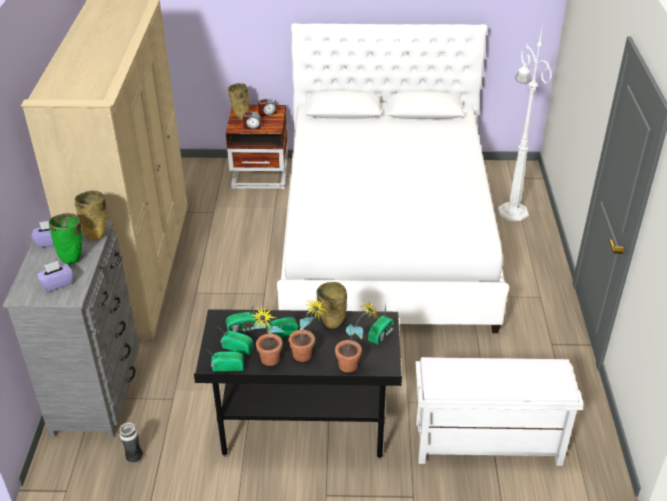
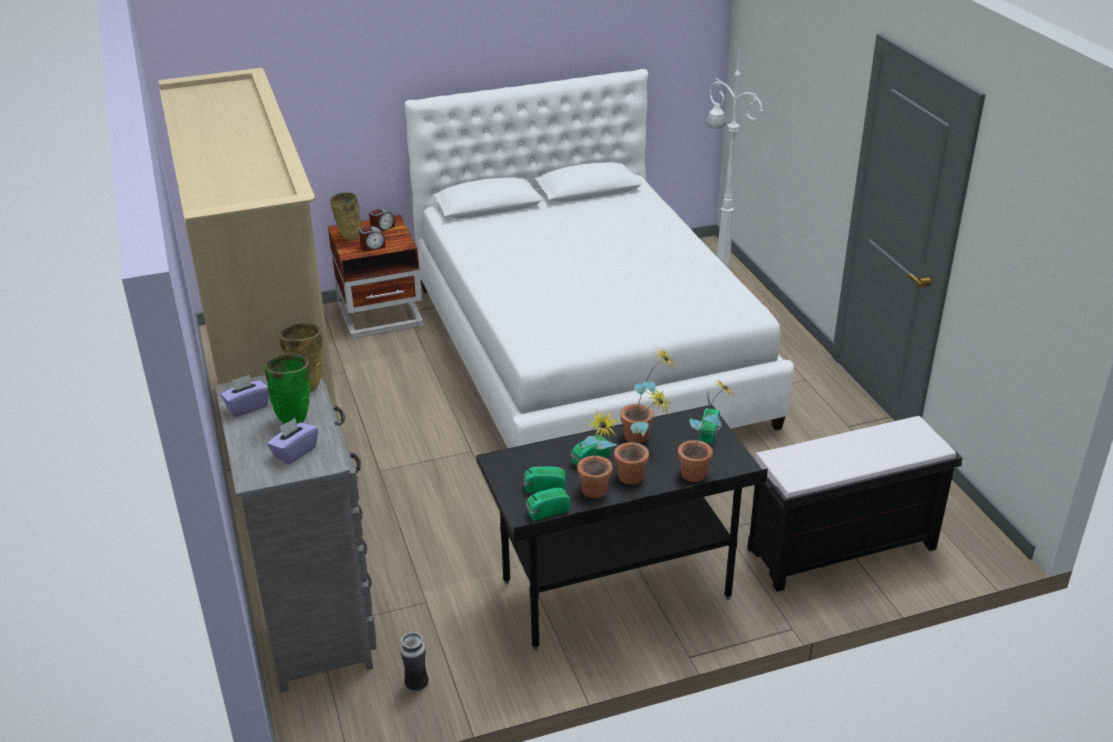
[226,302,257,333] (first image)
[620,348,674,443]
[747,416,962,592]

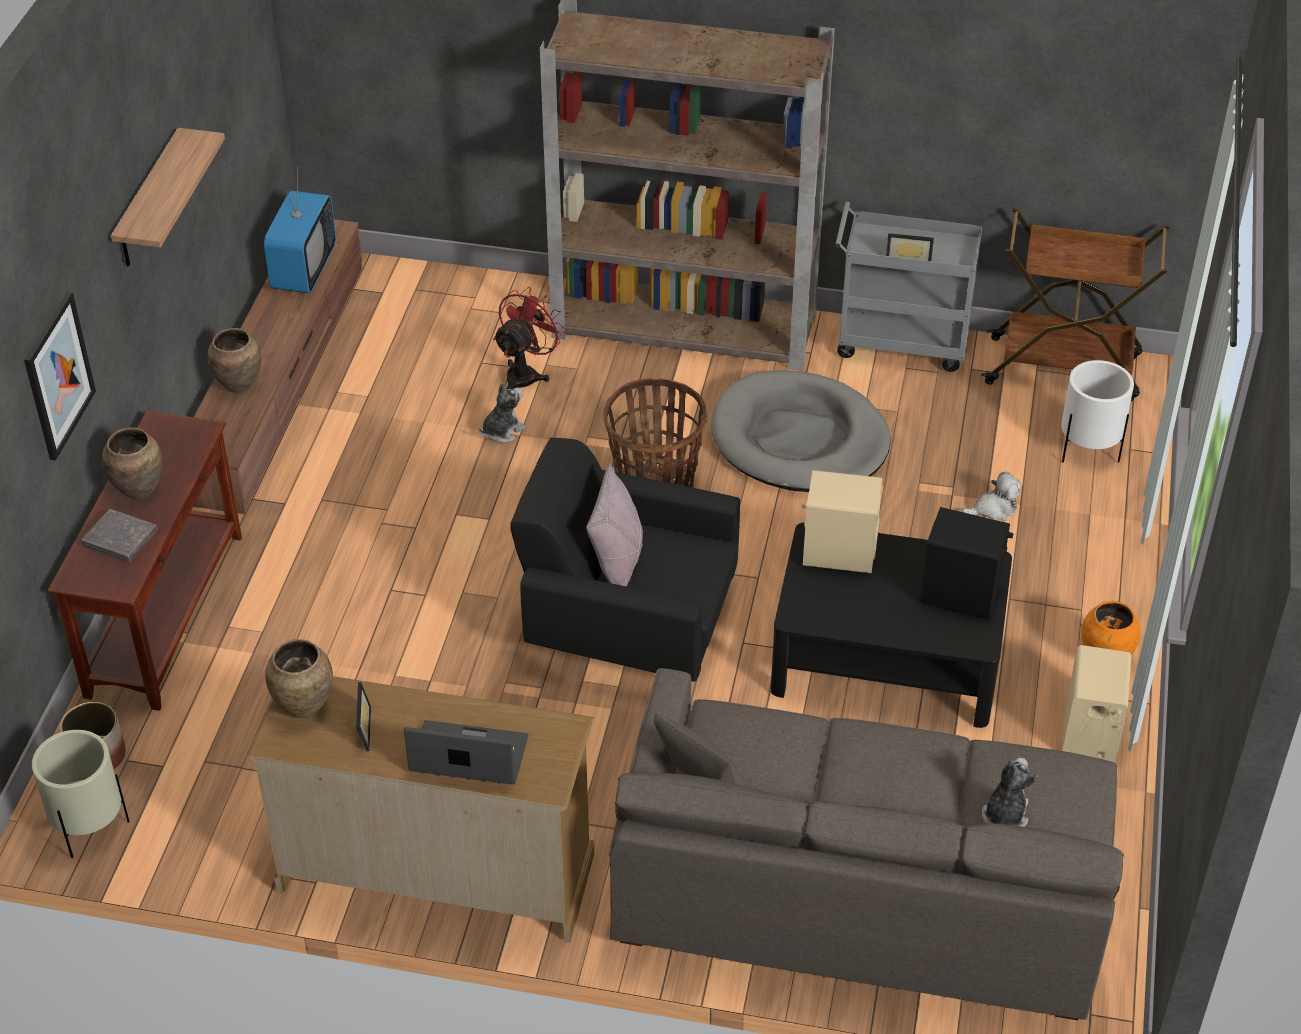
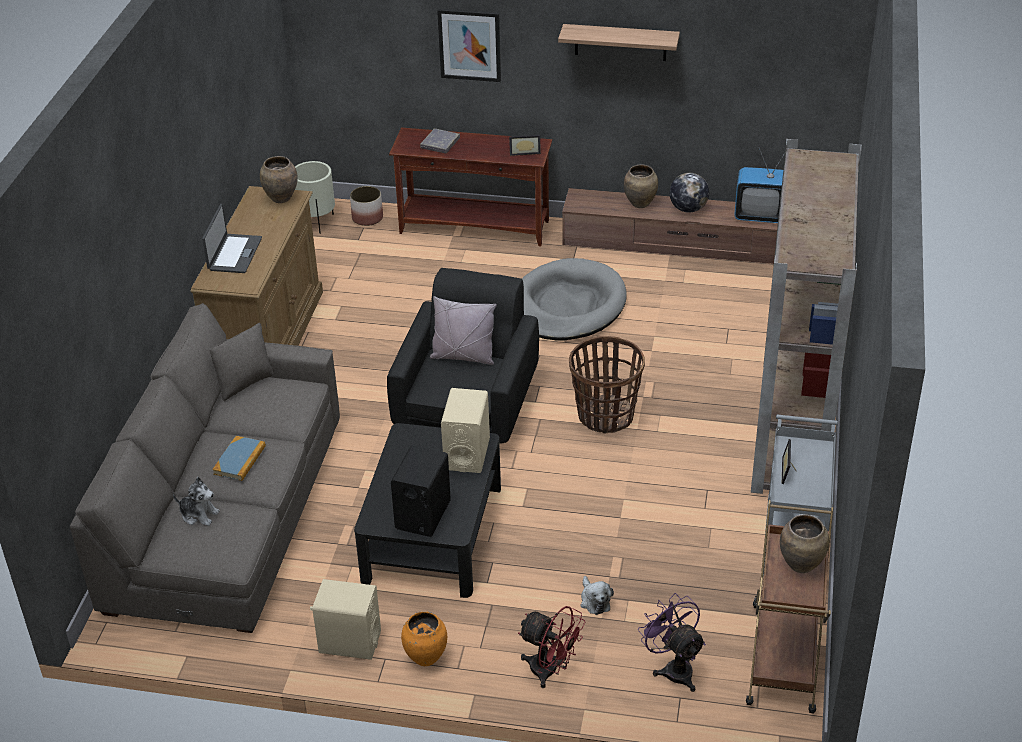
[479,383,526,443] (first image)
[212,436,266,481]
[670,173,709,213]
[780,514,829,573]
[509,135,541,156]
[518,606,585,688]
[522,258,626,340]
[638,593,706,692]

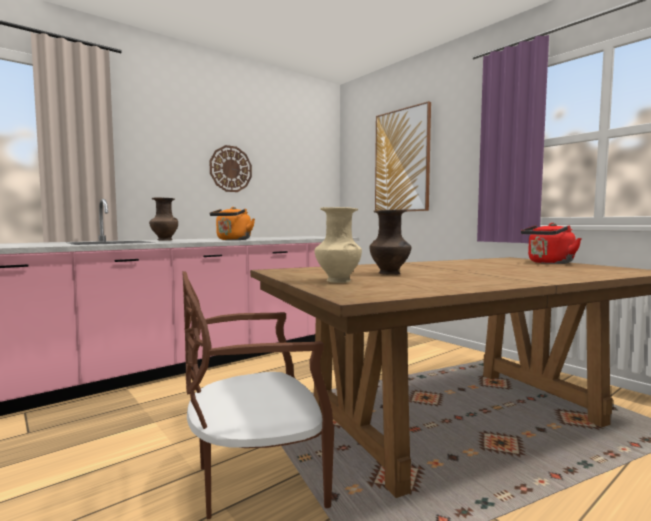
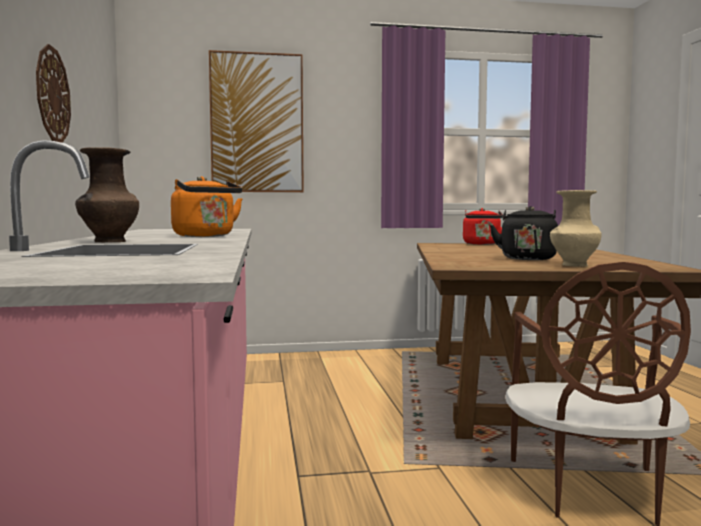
[490,206,558,260]

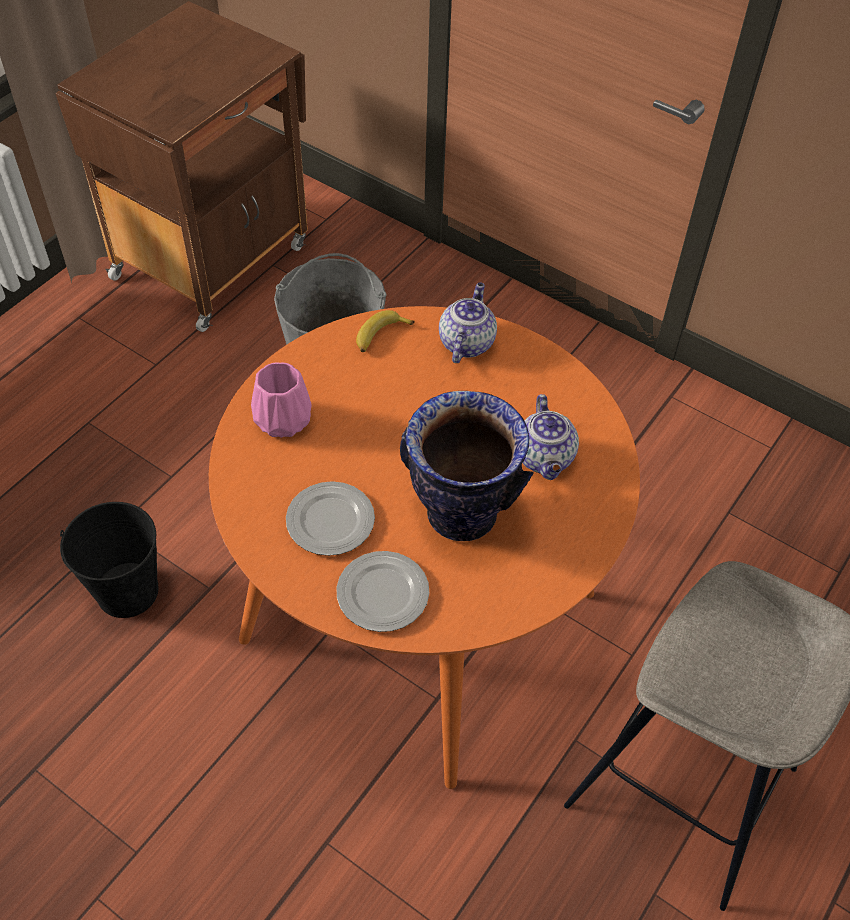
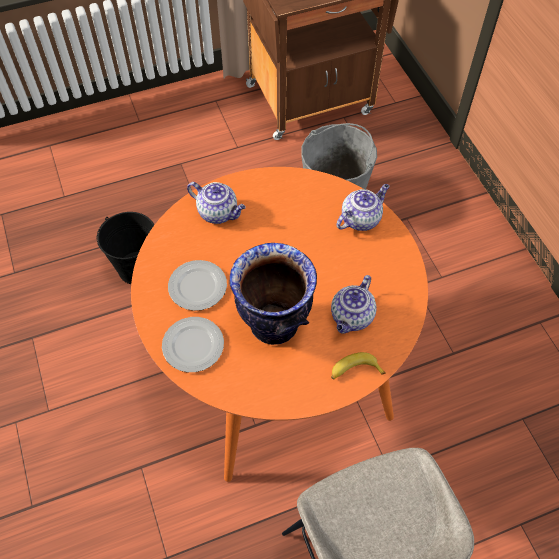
[331,352,386,379]
[187,182,246,224]

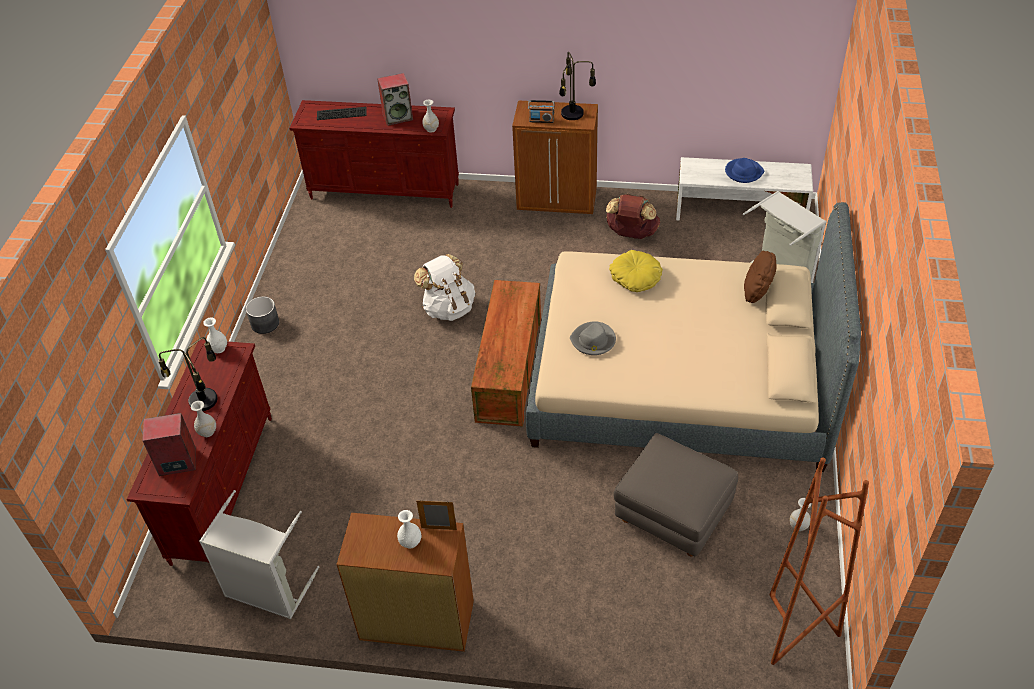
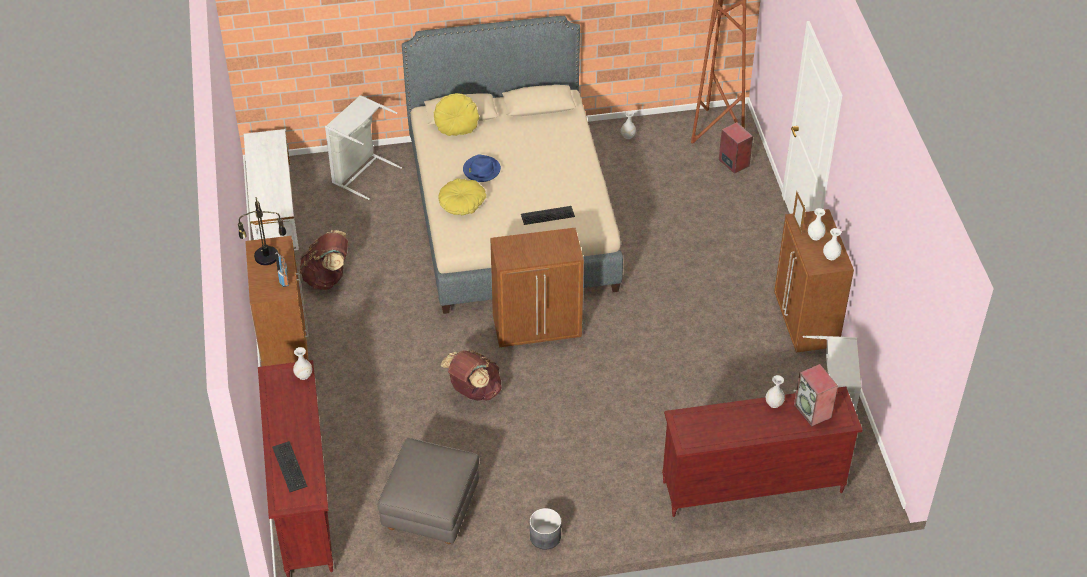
[158,337,217,411] (first image)
[823,228,841,260]
[719,122,753,174]
[377,437,479,544]
[463,154,501,182]
[490,228,584,347]
[521,206,575,225]
[441,350,502,401]
[434,93,479,136]

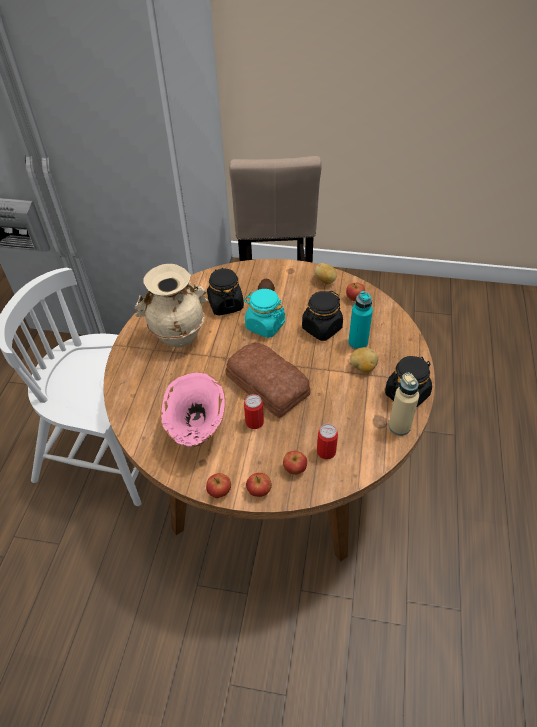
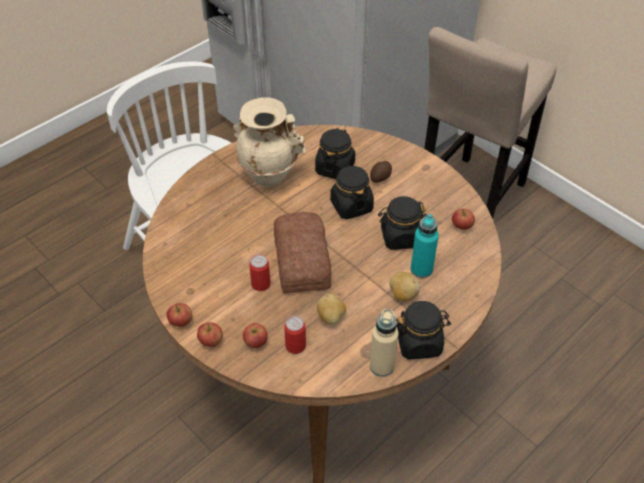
[161,372,225,447] (first image)
[317,294,346,325]
[330,165,374,219]

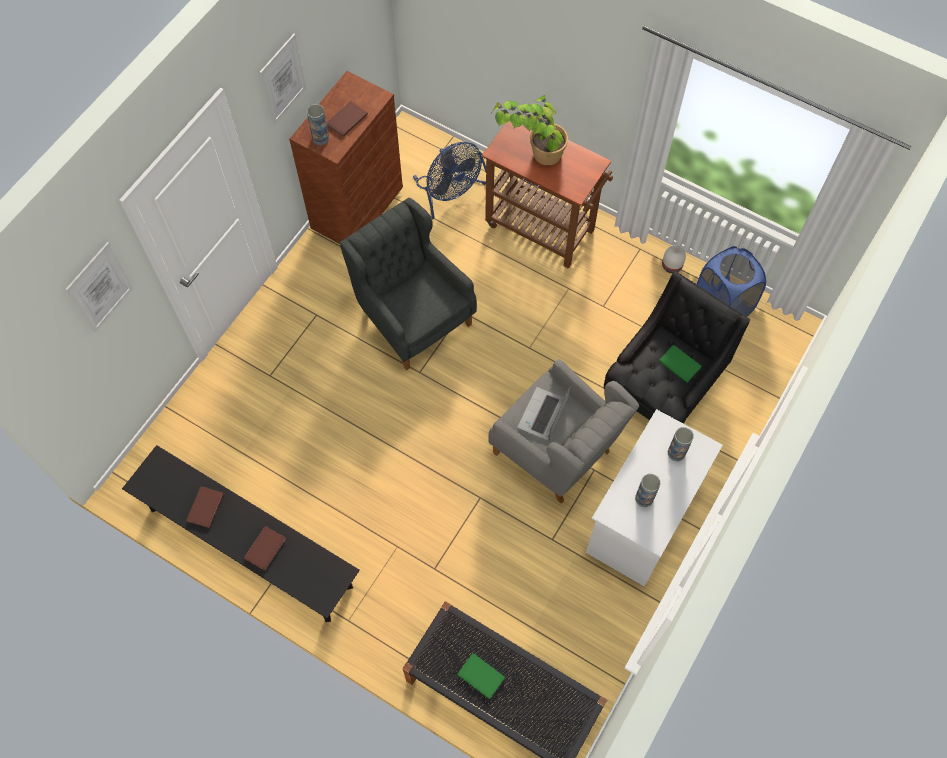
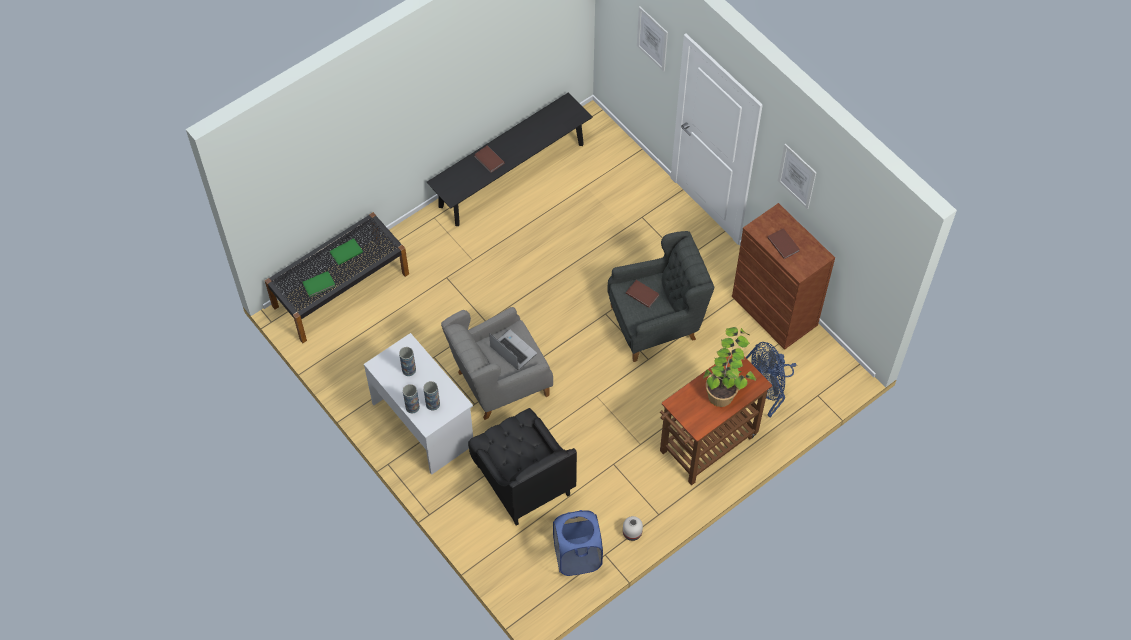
[626,280,659,308]
[403,384,420,414]
[302,271,335,297]

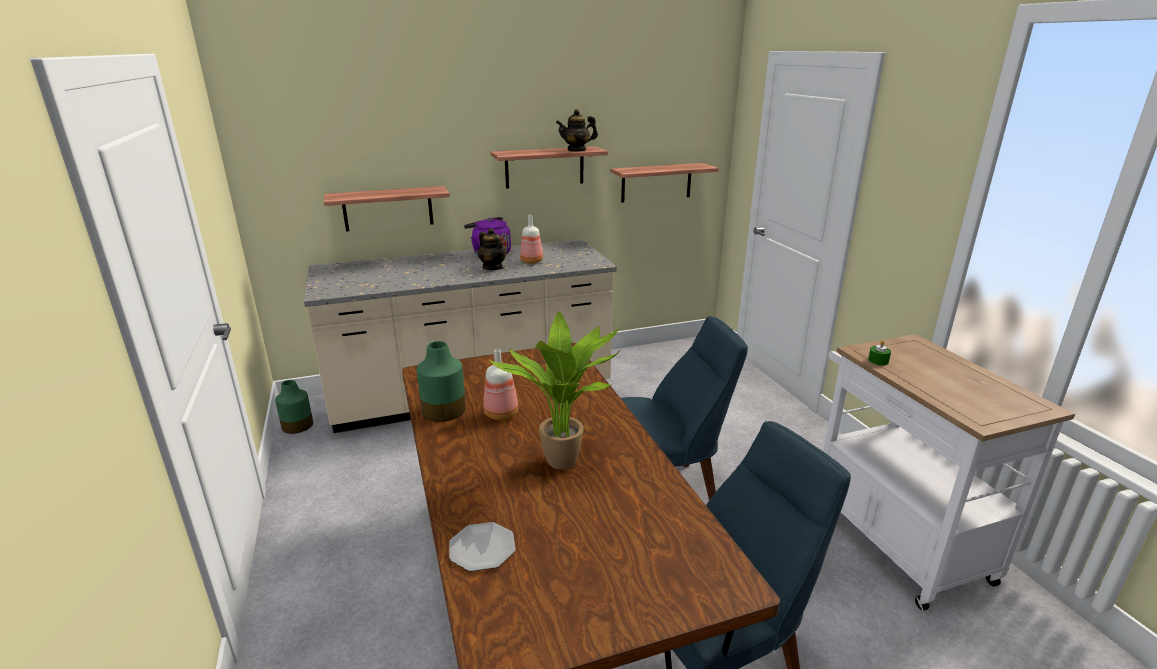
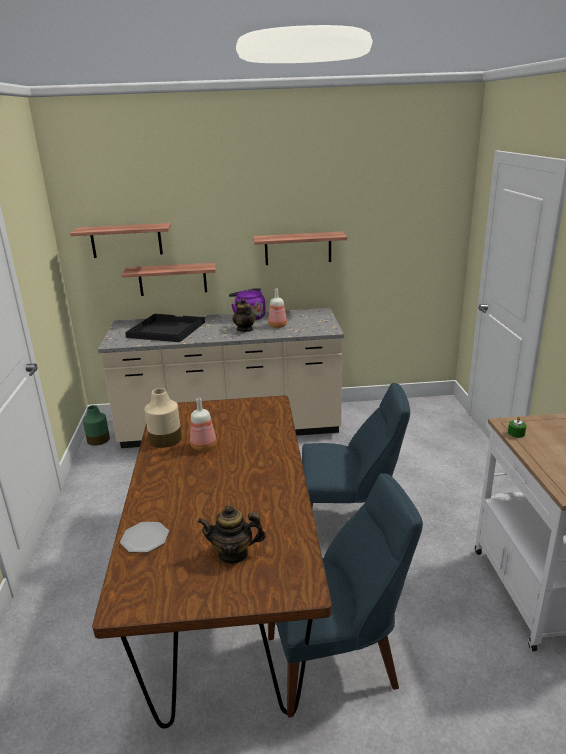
[489,311,620,470] (first image)
[125,314,205,342]
[198,505,266,564]
[70,223,171,258]
[144,388,182,448]

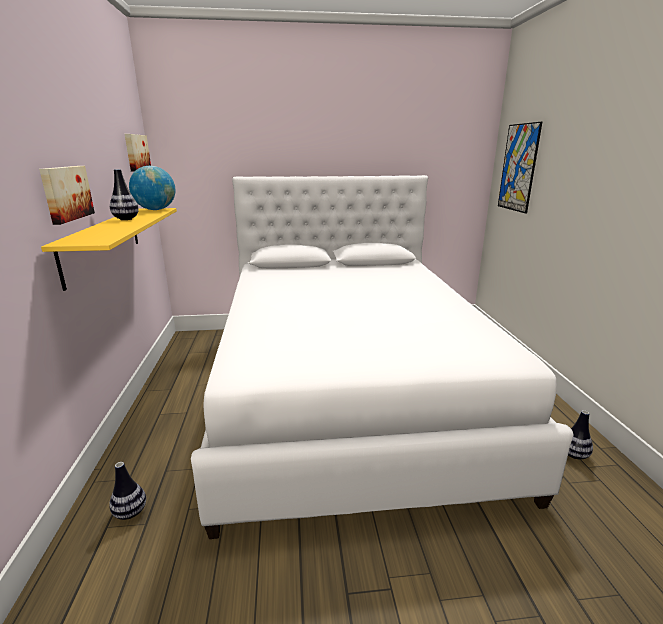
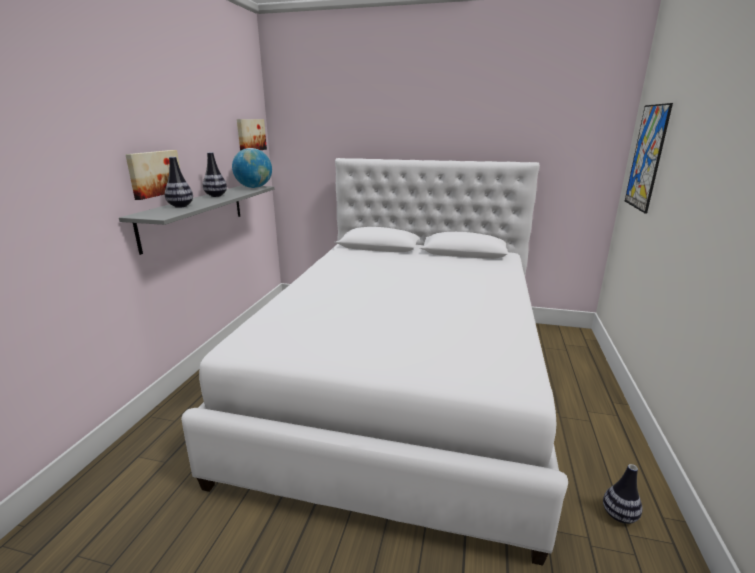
[165,157,193,208]
[119,185,274,255]

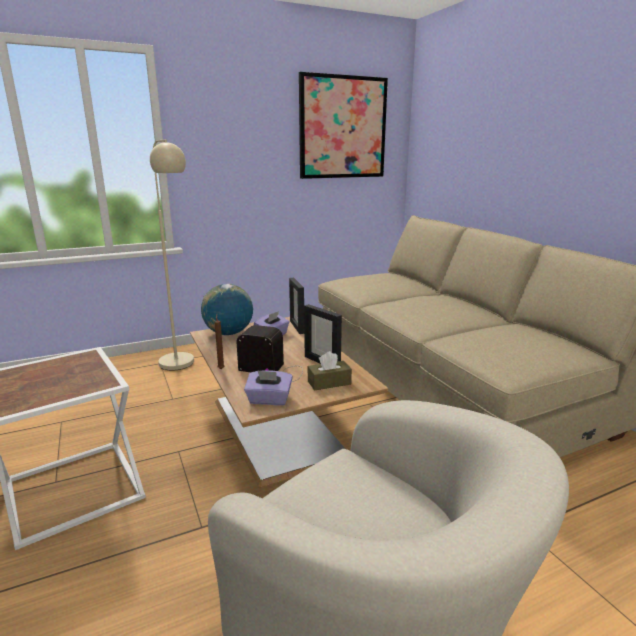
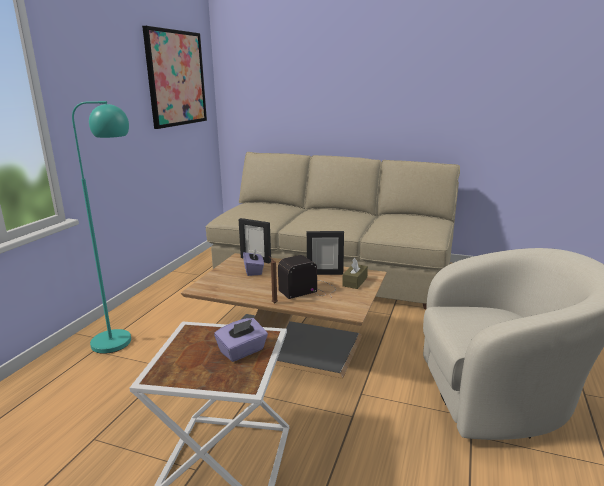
[201,284,253,335] (first image)
[214,318,268,362]
[72,101,131,354]

